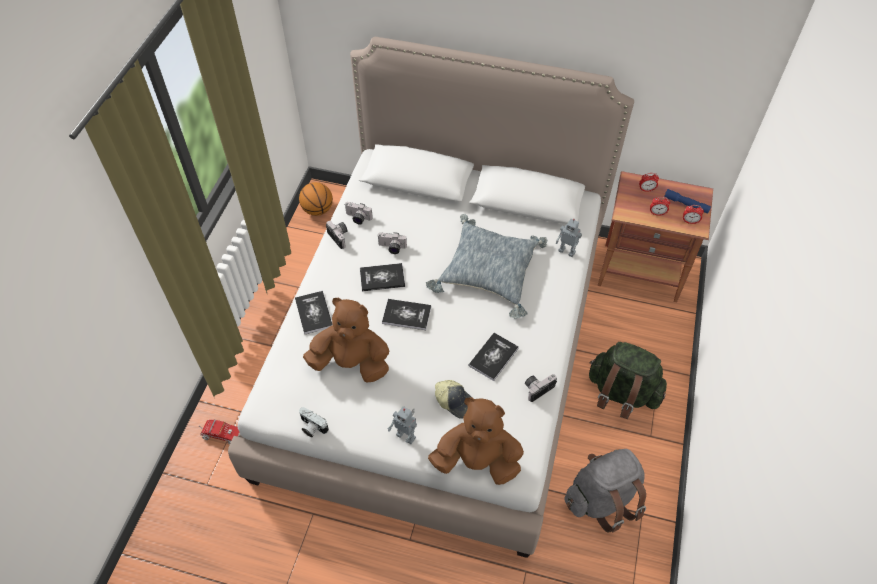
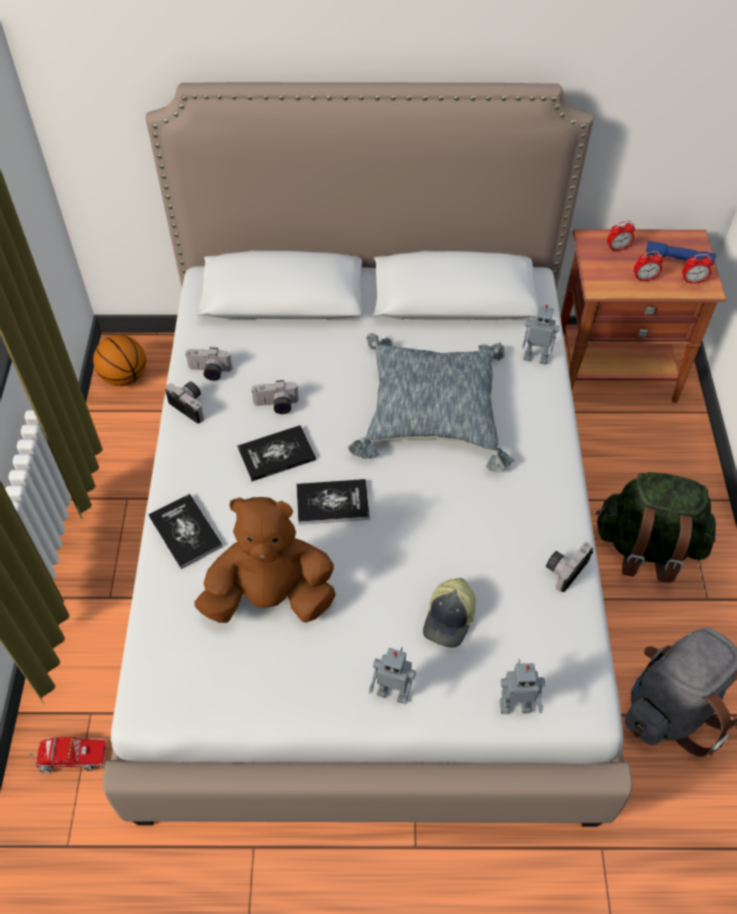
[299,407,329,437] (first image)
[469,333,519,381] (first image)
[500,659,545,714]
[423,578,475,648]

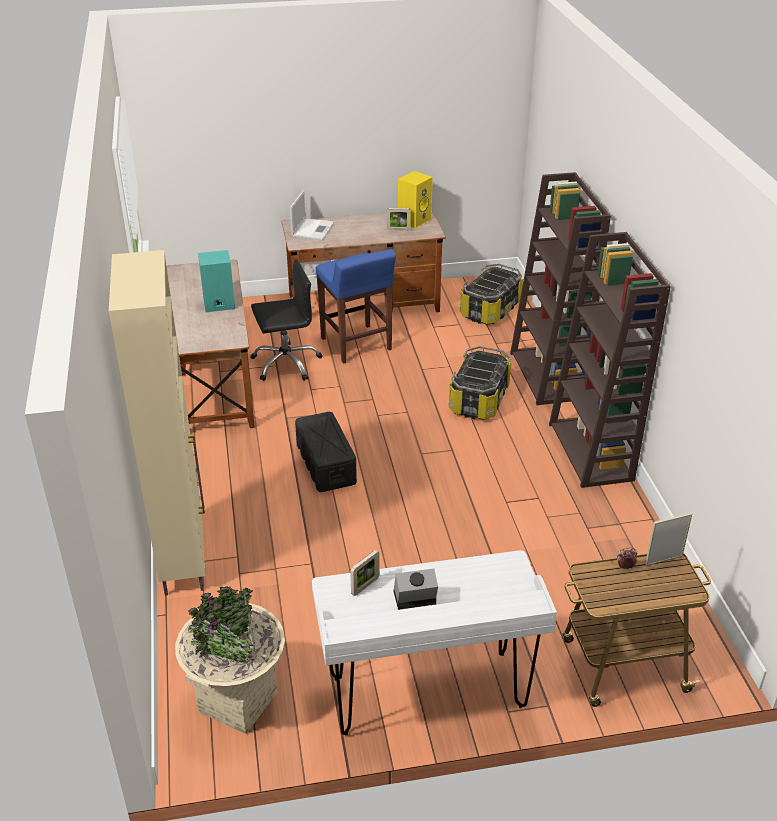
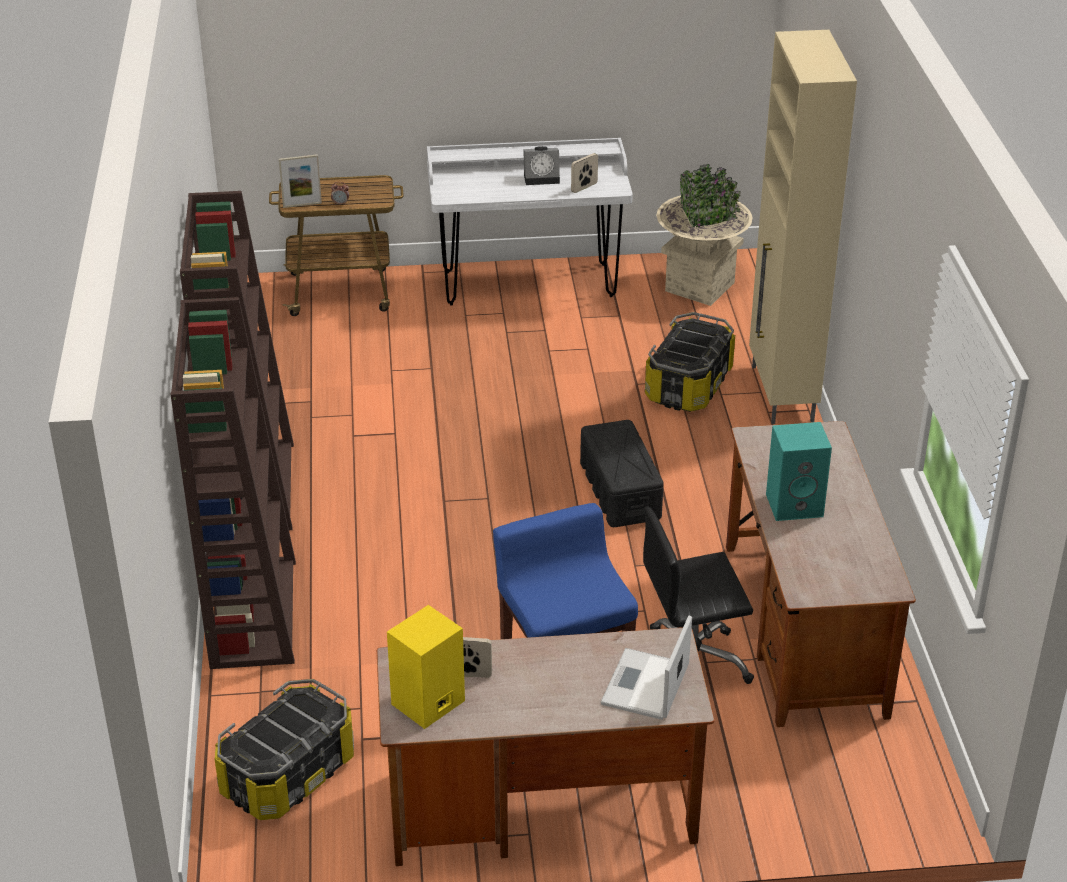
[645,312,735,412]

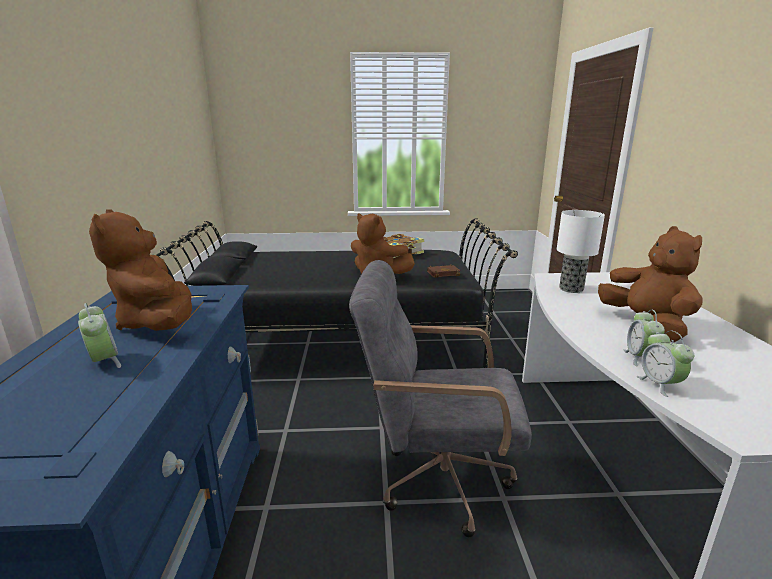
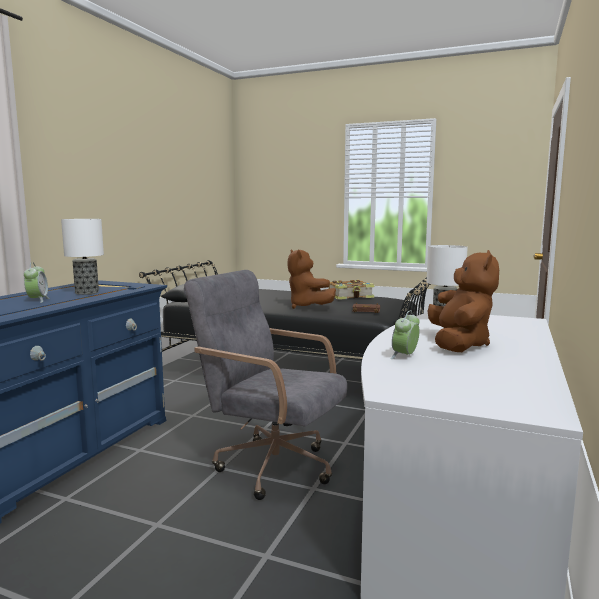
[637,331,694,397] (first image)
[61,219,104,295]

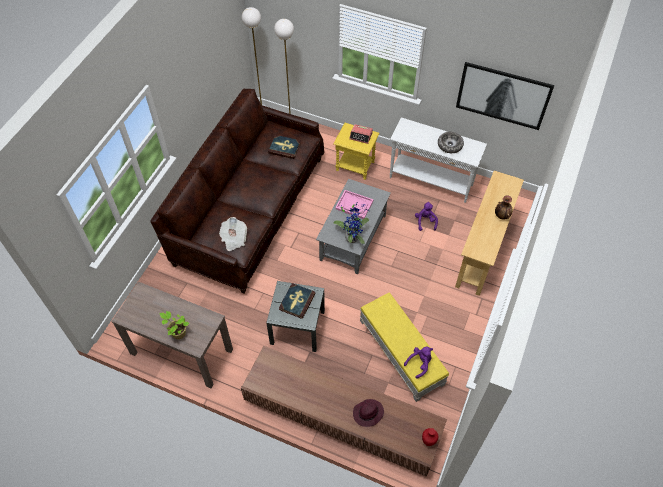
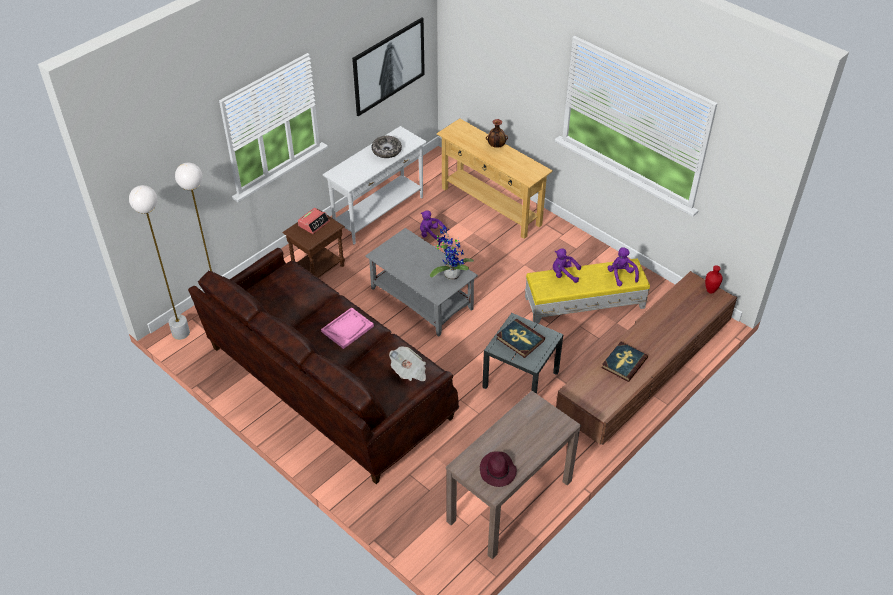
[159,311,189,339] (first image)
[553,248,581,283]
[602,342,648,382]
[321,307,374,349]
[480,451,517,487]
[282,209,345,278]

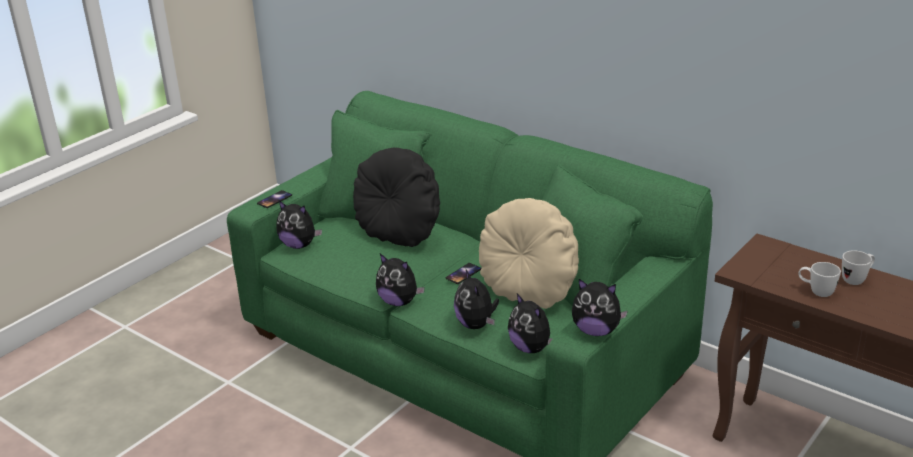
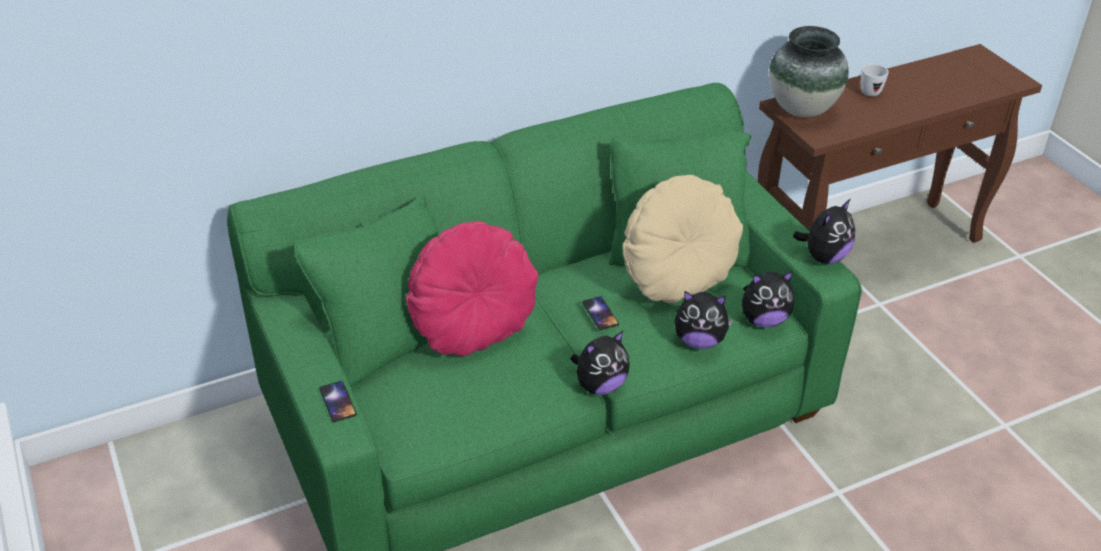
[276,201,322,249] (first image)
[798,262,841,297] (first image)
[769,26,849,117]
[406,221,538,356]

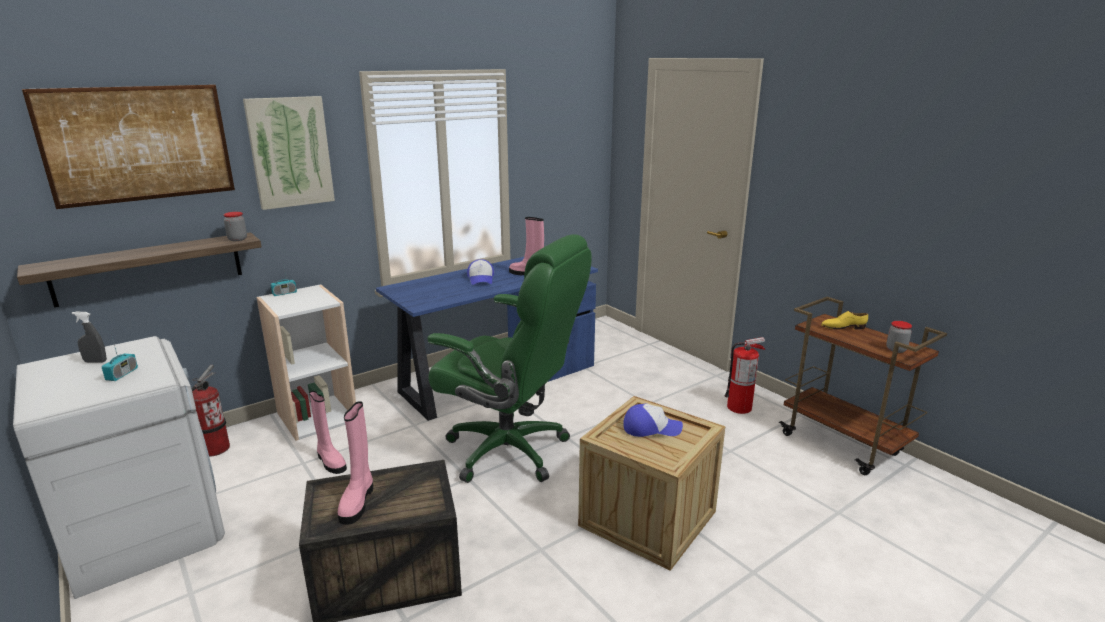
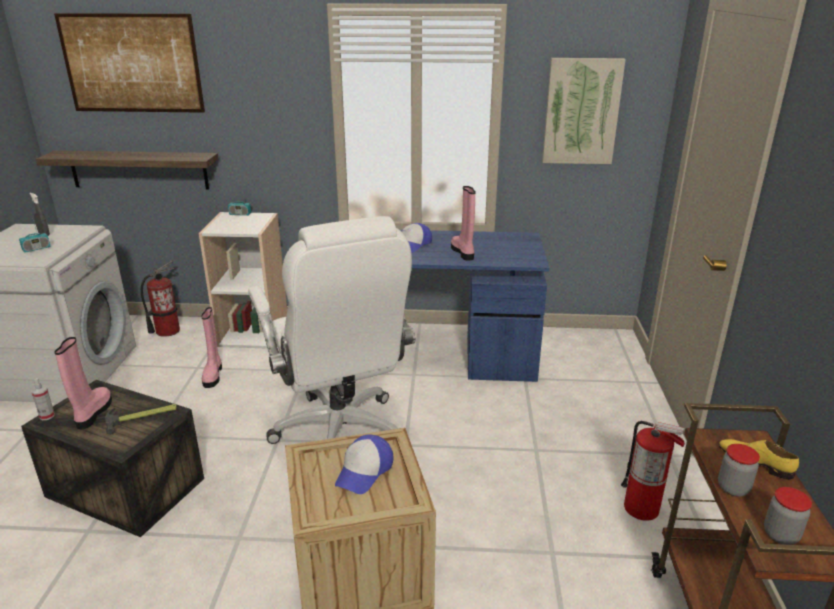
[31,378,55,420]
[106,404,177,435]
[718,444,760,497]
[542,58,626,164]
[248,216,416,444]
[54,337,112,429]
[335,434,393,494]

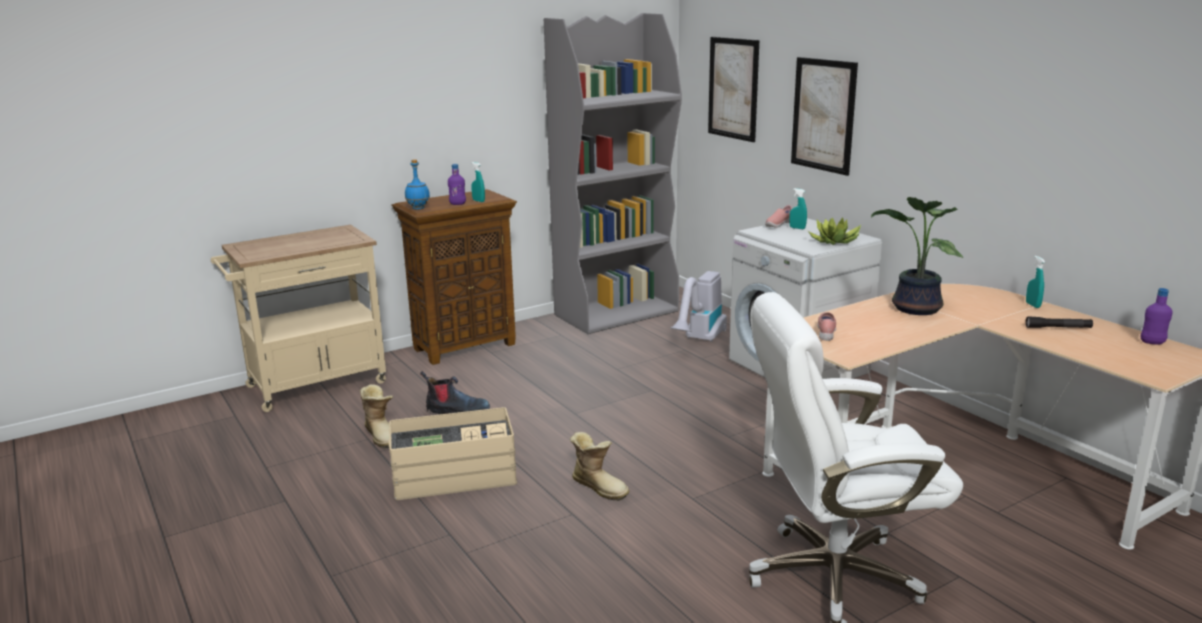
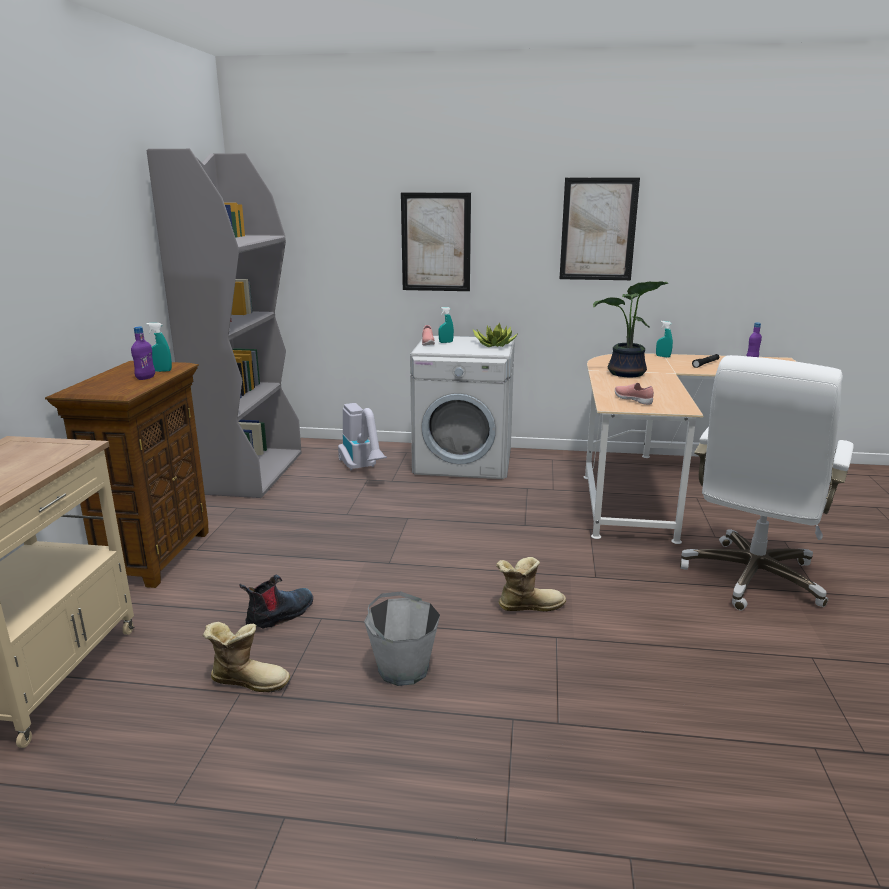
[405,159,430,209] (first image)
[559,177,640,280]
[364,592,440,686]

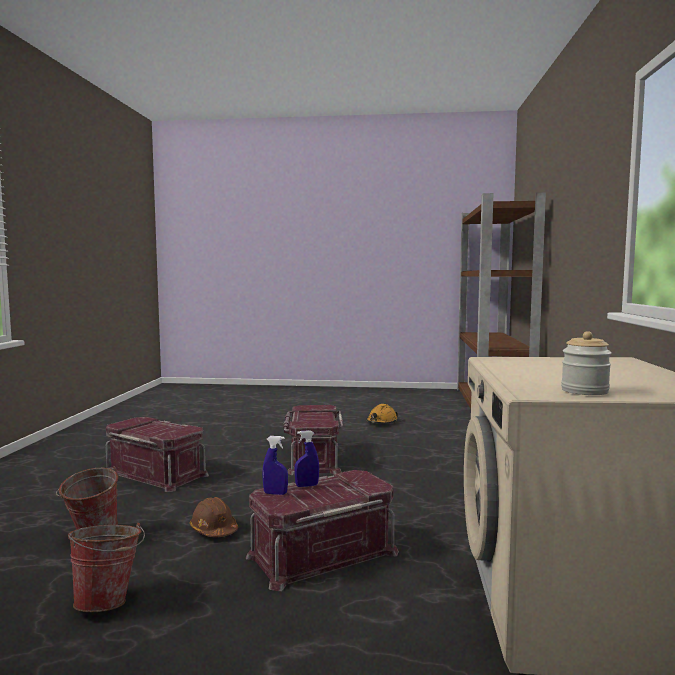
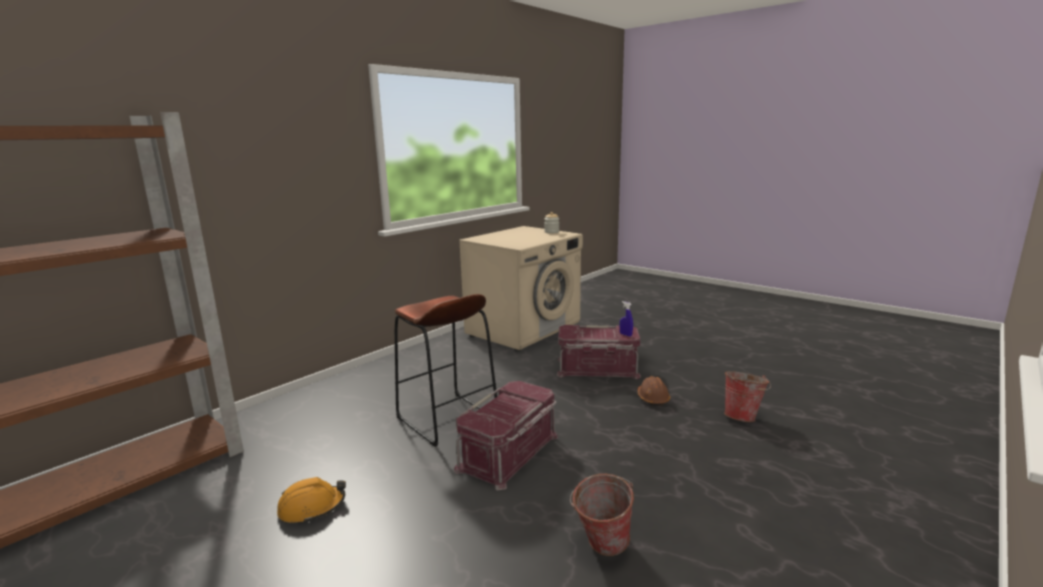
[106,417,209,492] (first image)
[294,430,319,487] (first image)
[395,294,497,447]
[570,474,634,556]

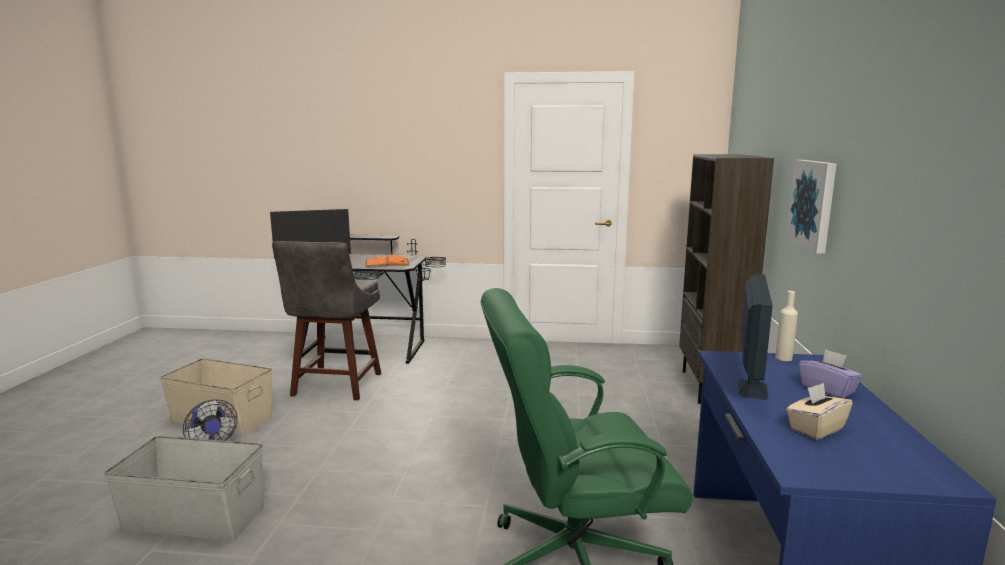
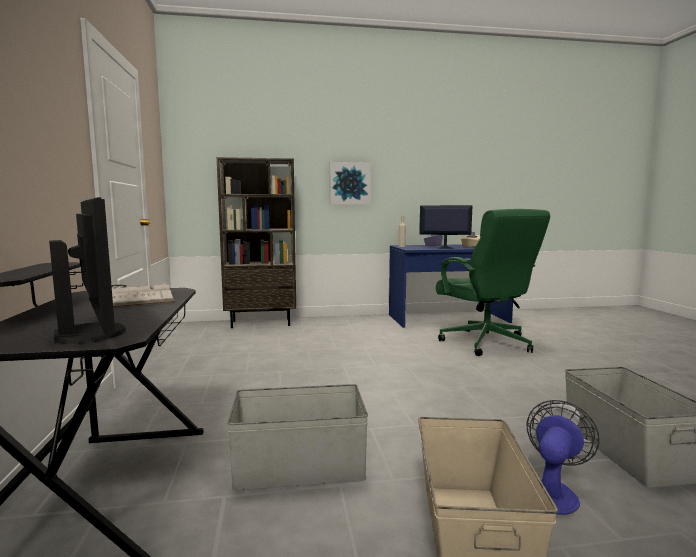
[227,384,368,490]
[112,282,175,307]

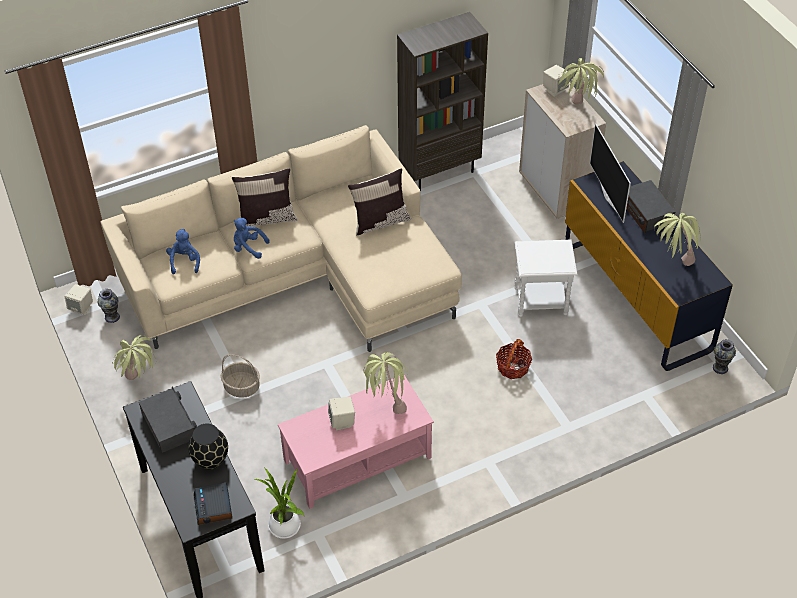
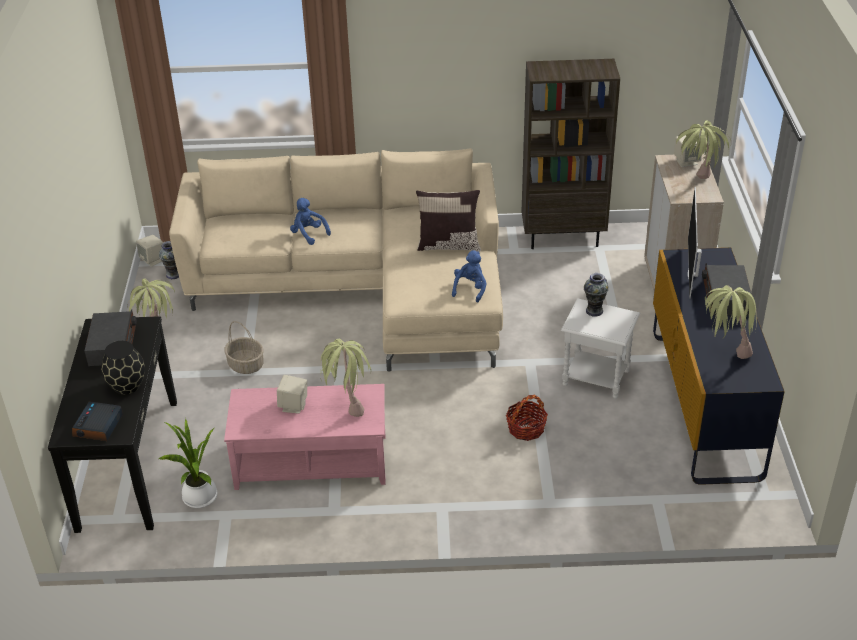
[232,168,298,227] (first image)
[452,251,487,302]
[584,273,609,317]

